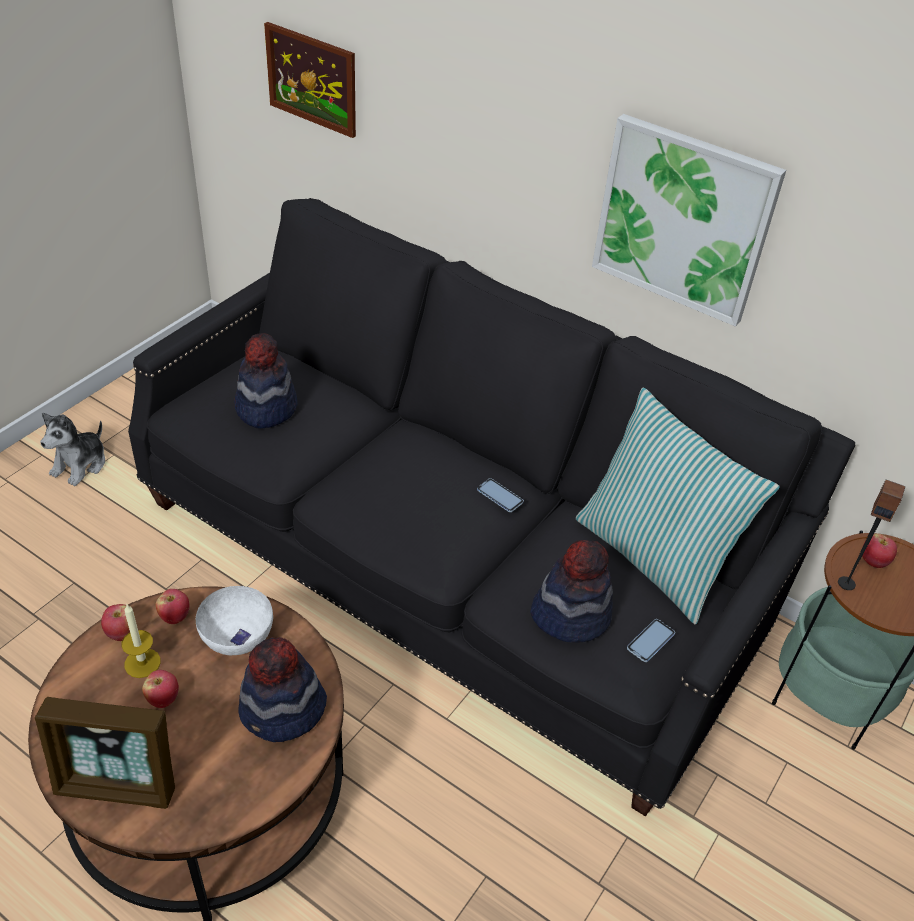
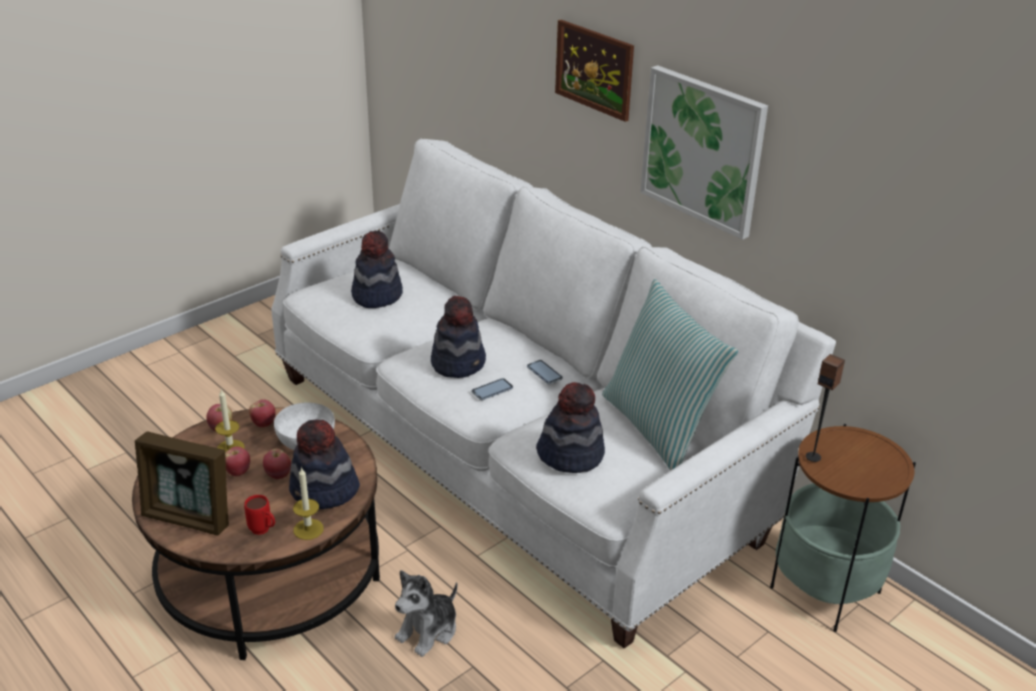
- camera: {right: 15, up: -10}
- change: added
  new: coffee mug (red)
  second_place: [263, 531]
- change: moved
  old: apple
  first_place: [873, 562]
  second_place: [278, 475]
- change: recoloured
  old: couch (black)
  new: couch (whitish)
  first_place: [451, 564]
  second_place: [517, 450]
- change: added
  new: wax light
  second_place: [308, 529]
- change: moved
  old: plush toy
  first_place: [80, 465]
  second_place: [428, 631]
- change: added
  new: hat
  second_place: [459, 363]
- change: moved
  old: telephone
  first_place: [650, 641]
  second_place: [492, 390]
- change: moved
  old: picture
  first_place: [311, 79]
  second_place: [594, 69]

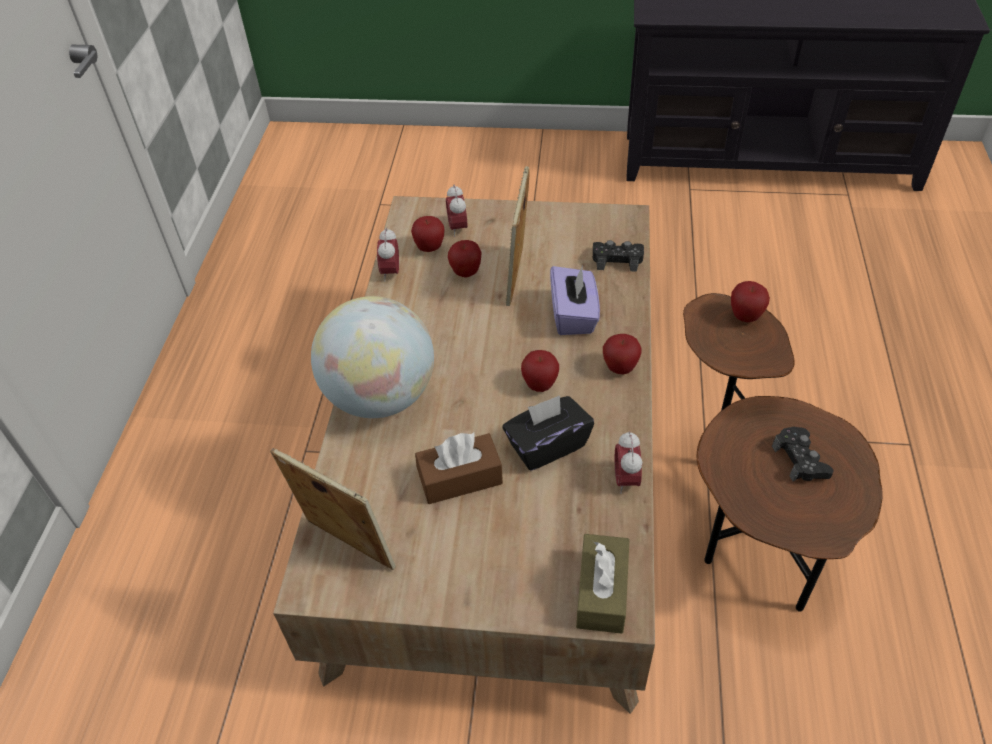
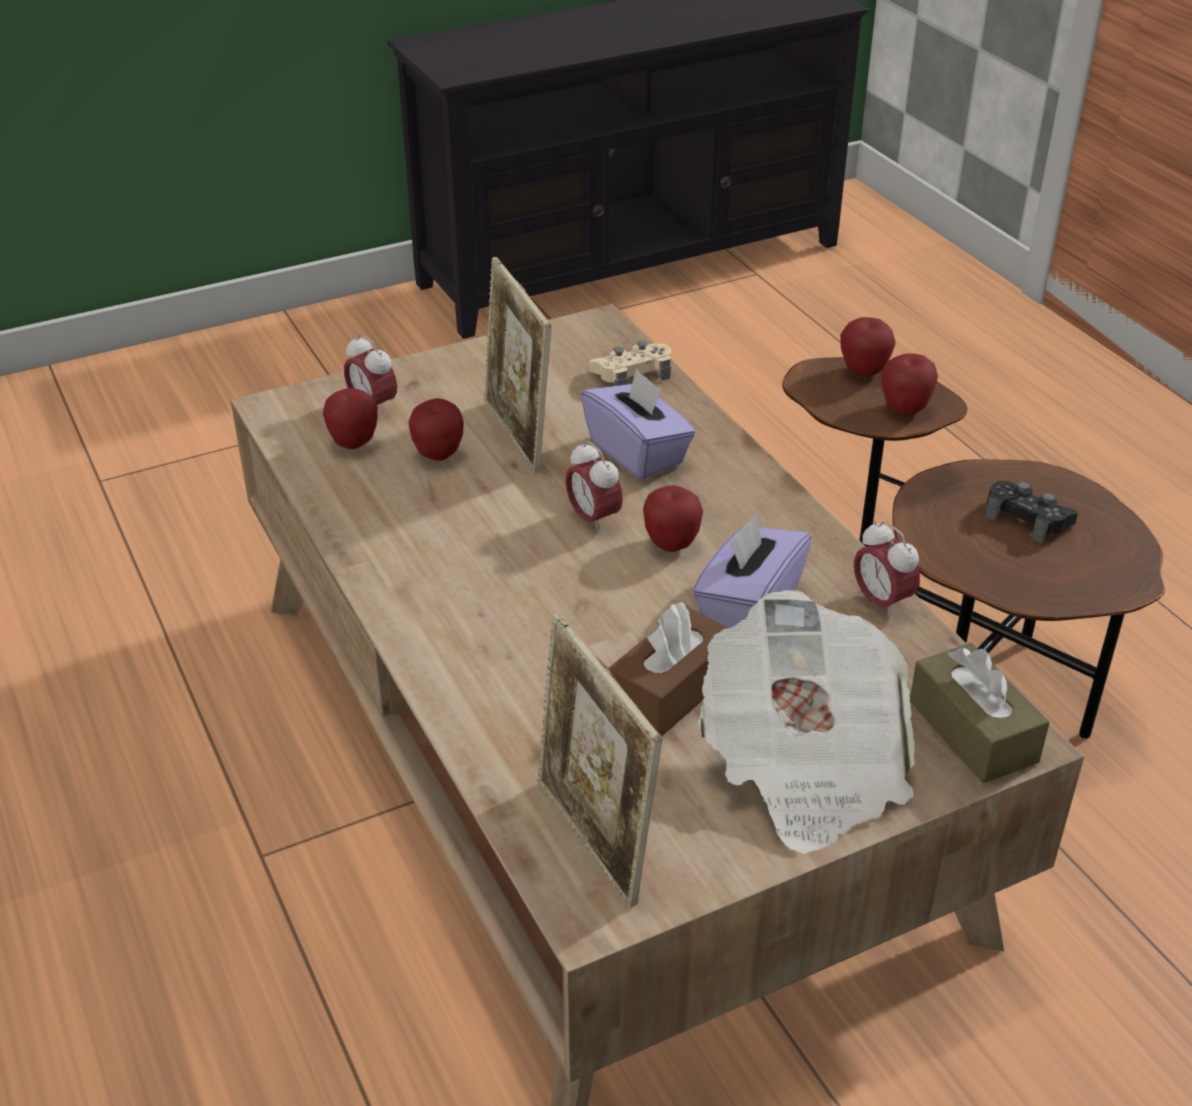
- camera: {right: -35, up: -10}
- change: turned
  old: photo frame
  first_place: [346, 546]
  second_place: [594, 839]
  degrees: -120
- change: moved
  old: alarm clock
  first_place: [391, 272]
  second_place: [593, 519]
- change: recoloured
  old: joypad (black)
  new: joypad (beige)
  first_place: [617, 259]
  second_place: [632, 374]
- change: recoloured
  old: tissue holder (black)
  new: tissue holder (purplish)
  first_place: [547, 445]
  second_place: [748, 606]
- change: added
  new: newspaper
  second_place: [804, 764]
- change: moved
  old: apple
  first_place: [620, 368]
  second_place: [904, 409]
- change: removed
  old: globe
  first_place: [381, 396]

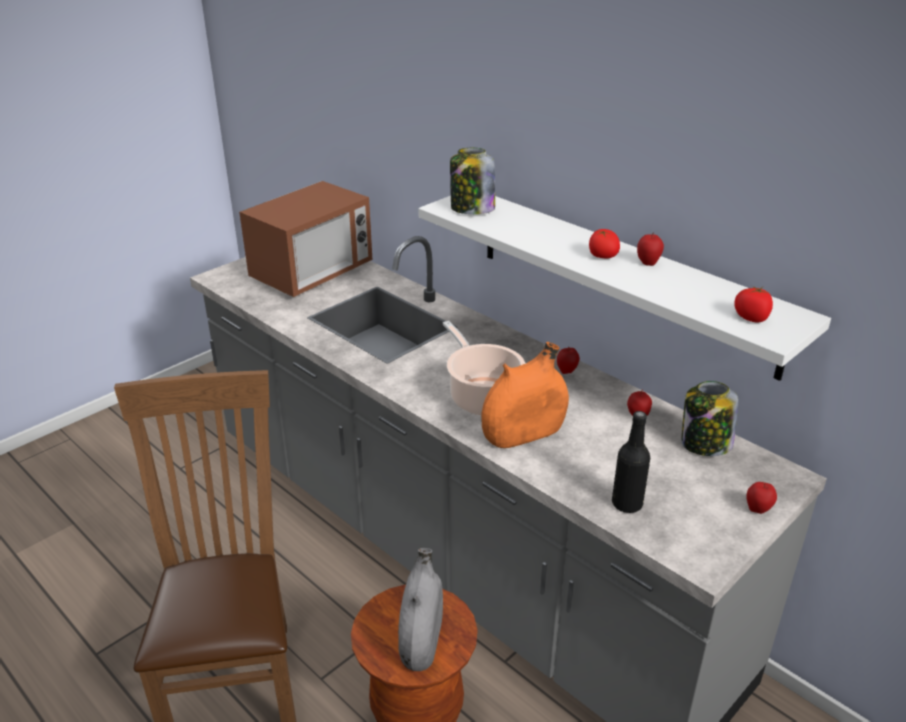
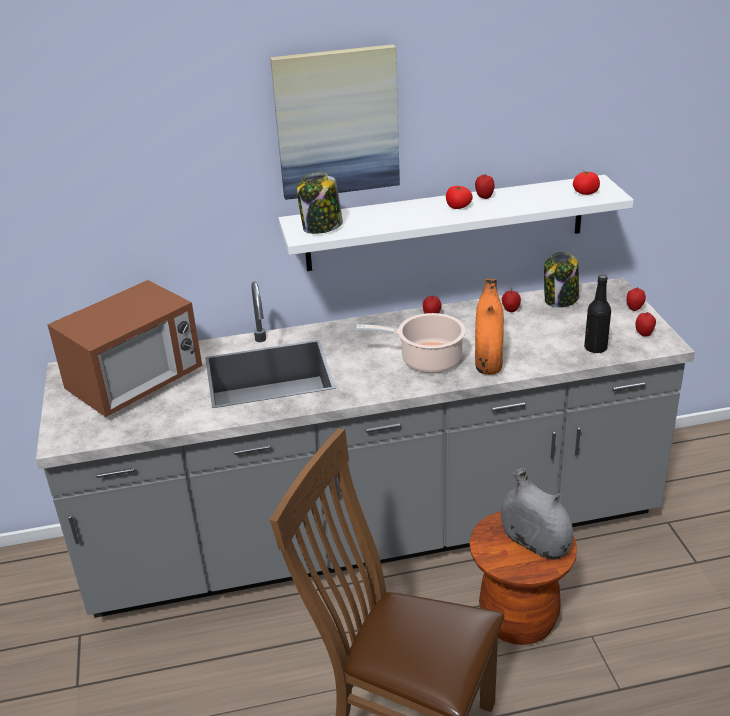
- camera: {right: -55, up: 0}
- change: turned
  old: microwave
  first_place: [312, 274]
  second_place: [136, 384]
  degrees: 60
- change: added
  new: picture
  second_place: [337, 122]
- change: added
  new: apple
  second_place: [644, 334]

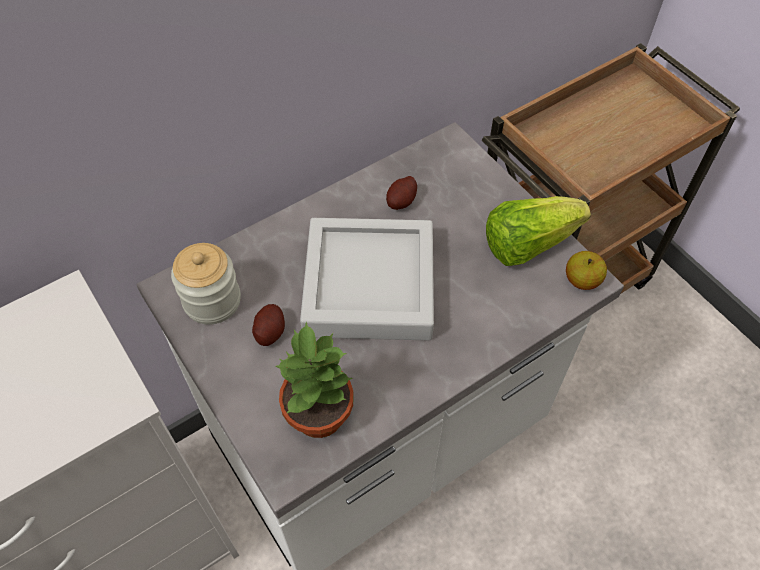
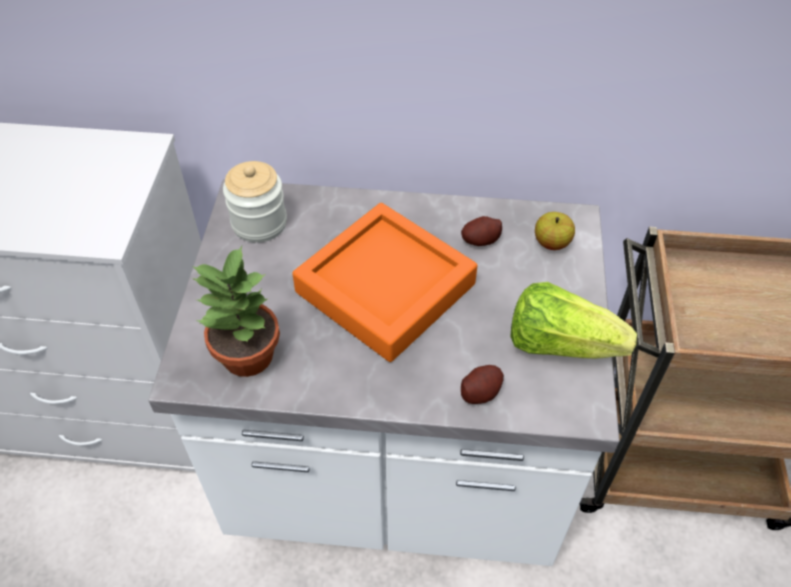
- camera: {right: 40, up: -5}
- change: recoloured
  old: tray (gray)
  new: tray (orangey)
  first_place: [369, 285]
  second_place: [385, 288]
- change: moved
  old: potato
  first_place: [270, 331]
  second_place: [480, 392]
- change: moved
  old: apple
  first_place: [582, 280]
  second_place: [551, 243]

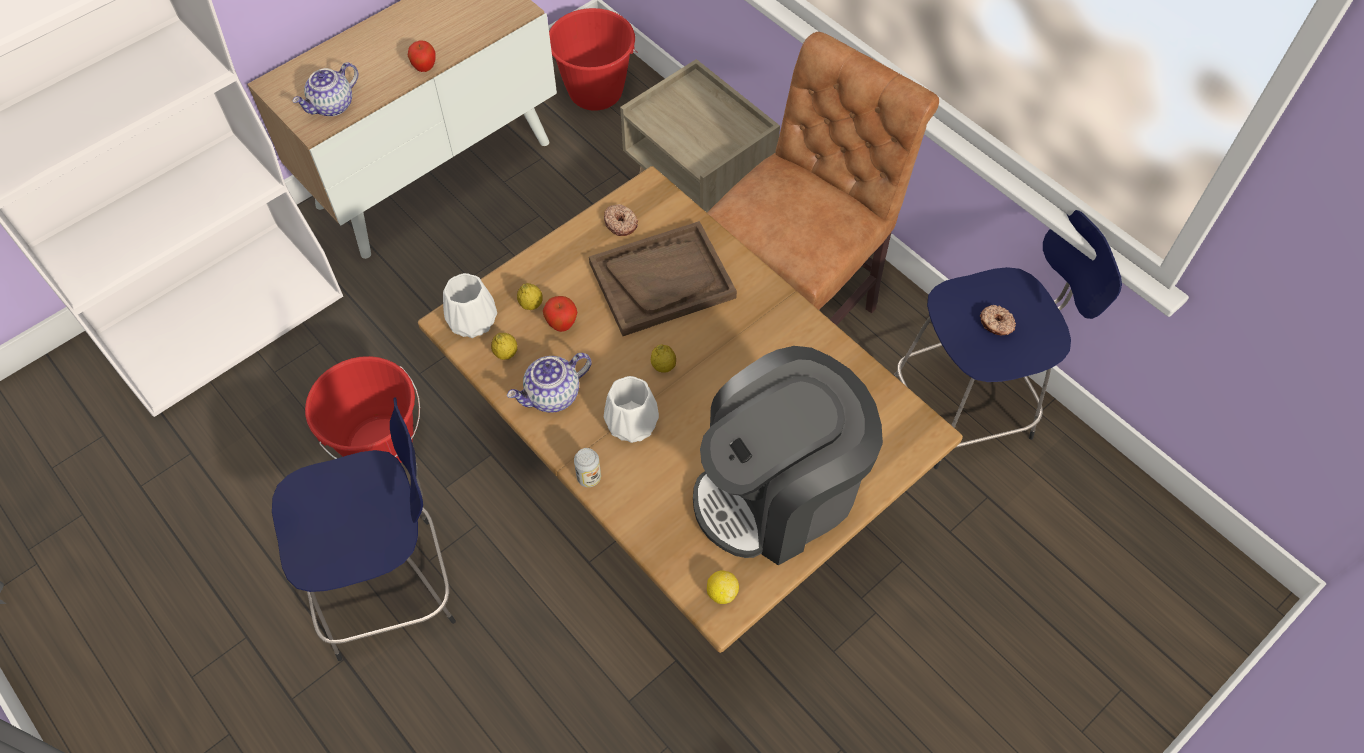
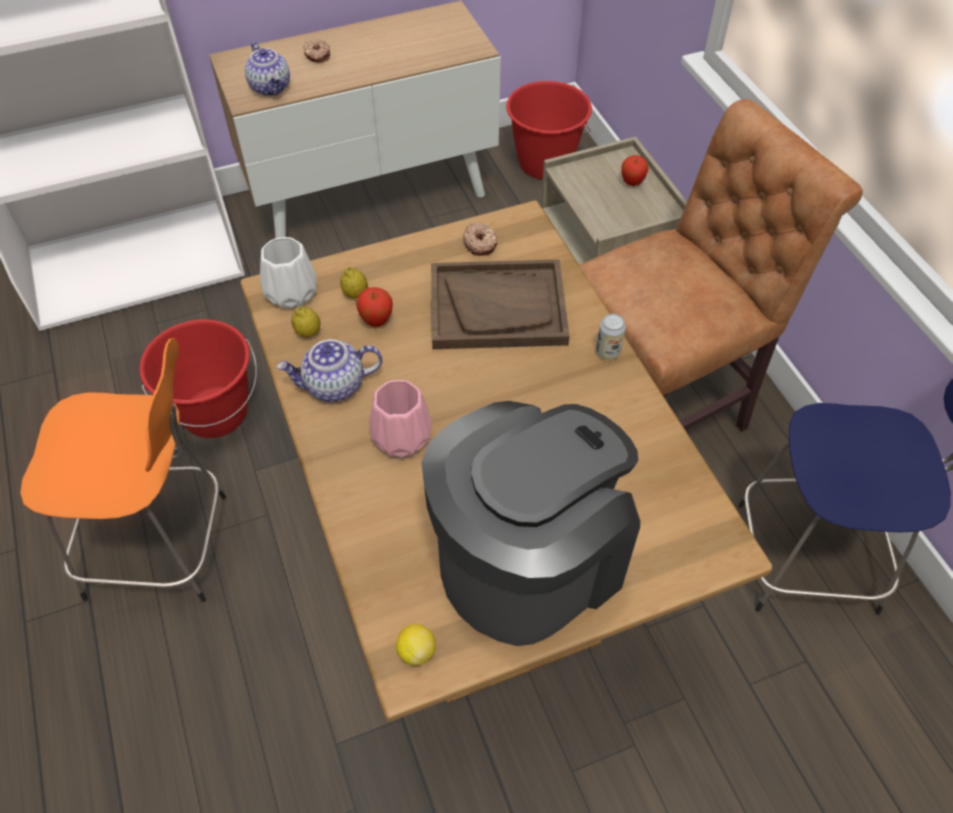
- camera: {right: 20, up: -5}
- change: recoloured
  old: stool seat (blue)
  new: stool seat (orangey)
  first_place: [391, 586]
  second_place: [163, 546]
- change: turned
  old: pot for tea
  first_place: [332, 106]
  second_place: [271, 87]
  degrees: -90
- change: moved
  old: doughnut
  first_place: [996, 324]
  second_place: [317, 55]
- change: recoloured
  old: vase (whitish)
  new: vase (pink-coloured)
  first_place: [633, 423]
  second_place: [403, 438]
- change: turned
  old: coffee maker
  first_place: [778, 492]
  second_place: [529, 560]
  degrees: 150
- change: moved
  old: metal can
  first_place: [589, 477]
  second_place: [608, 352]
- change: moved
  old: apple
  first_place: [425, 68]
  second_place: [632, 183]
- change: removed
  old: citrus fruit
  first_place: [663, 366]

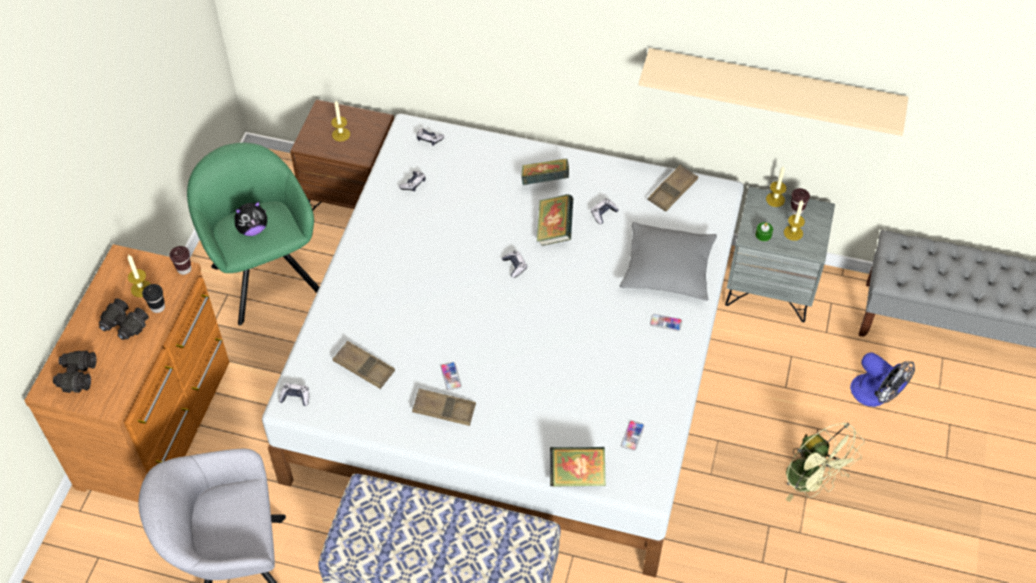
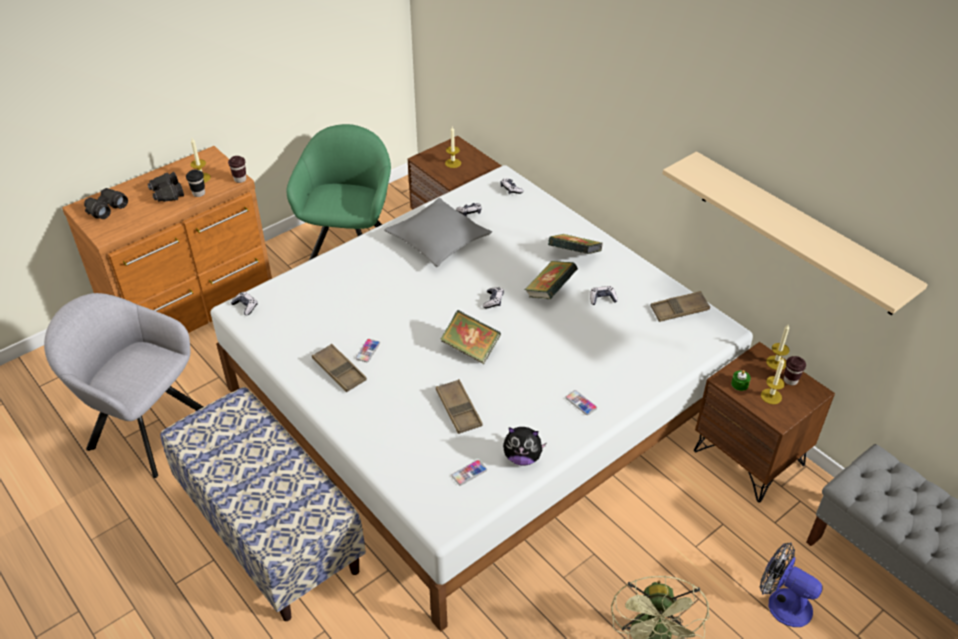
- camera: {right: 35, up: -10}
- change: moved
  old: throw pillow (gray)
  first_place: [667, 268]
  second_place: [438, 240]
- change: moved
  old: tray (brown-coloured)
  first_place: [364, 367]
  second_place: [458, 409]
- change: moved
  old: book
  first_place: [577, 476]
  second_place: [470, 349]
- change: moved
  old: plush toy
  first_place: [252, 229]
  second_place: [522, 457]
- change: recoloured
  old: nightstand (gray)
  new: nightstand (brown-coloured)
  first_place: [770, 286]
  second_place: [749, 457]
- change: turned
  old: cooling fan
  first_place: [875, 395]
  second_place: [782, 603]
  degrees: 135

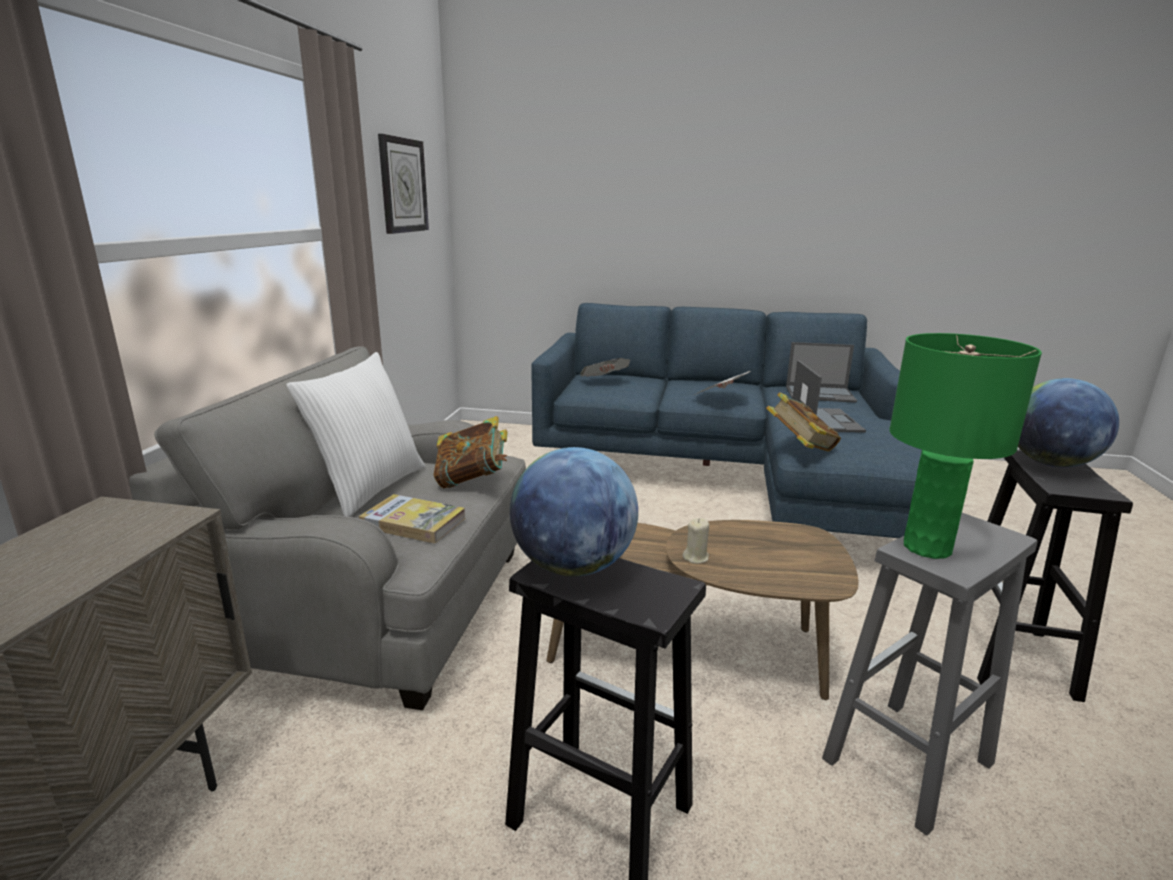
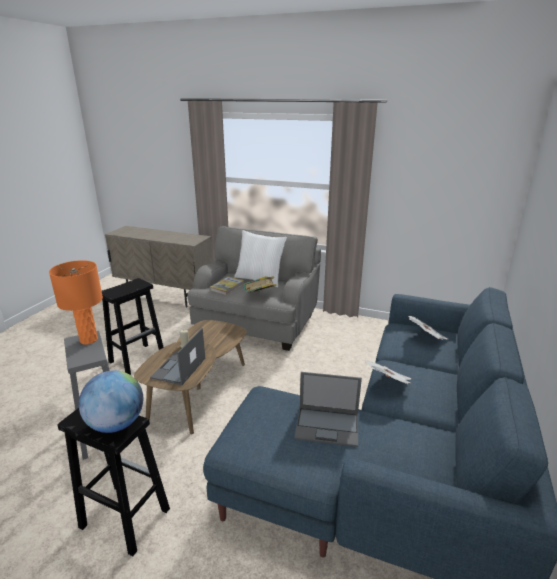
- camera: {right: 100, up: 5}
- change: recoloured
  old: table lamp (greenish)
  new: table lamp (orangey)
  first_place: [928, 548]
  second_place: [88, 340]
- change: moved
  old: portable computer
  first_place: [820, 394]
  second_place: [178, 368]
- change: removed
  old: clock on the wall
  first_place: [402, 185]
- change: removed
  old: globe
  first_place: [573, 567]
- change: removed
  old: book
  first_place: [800, 448]

